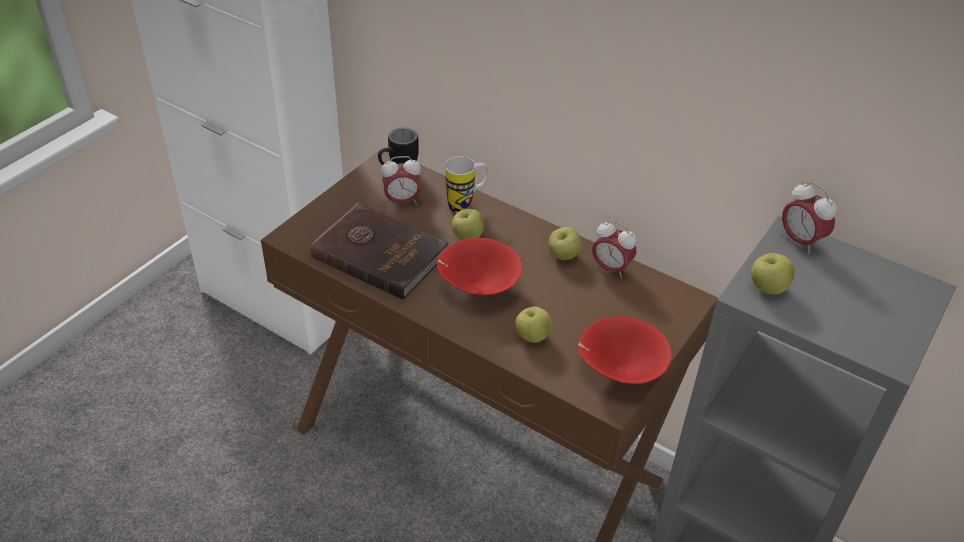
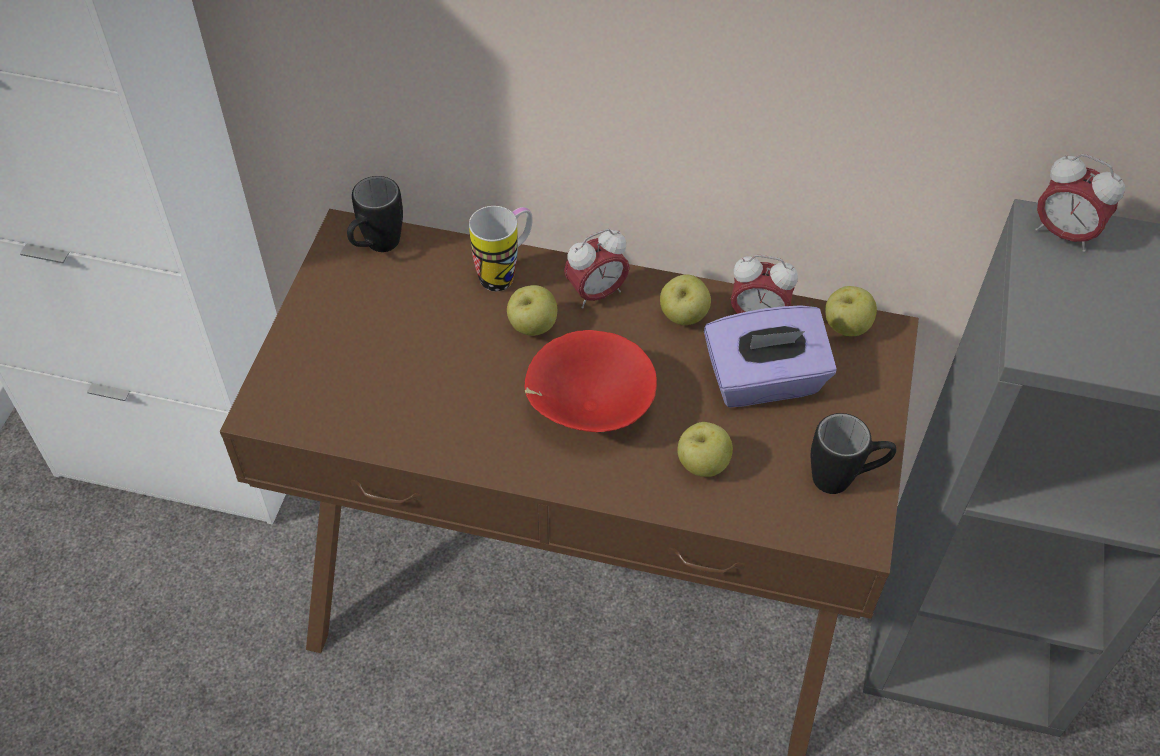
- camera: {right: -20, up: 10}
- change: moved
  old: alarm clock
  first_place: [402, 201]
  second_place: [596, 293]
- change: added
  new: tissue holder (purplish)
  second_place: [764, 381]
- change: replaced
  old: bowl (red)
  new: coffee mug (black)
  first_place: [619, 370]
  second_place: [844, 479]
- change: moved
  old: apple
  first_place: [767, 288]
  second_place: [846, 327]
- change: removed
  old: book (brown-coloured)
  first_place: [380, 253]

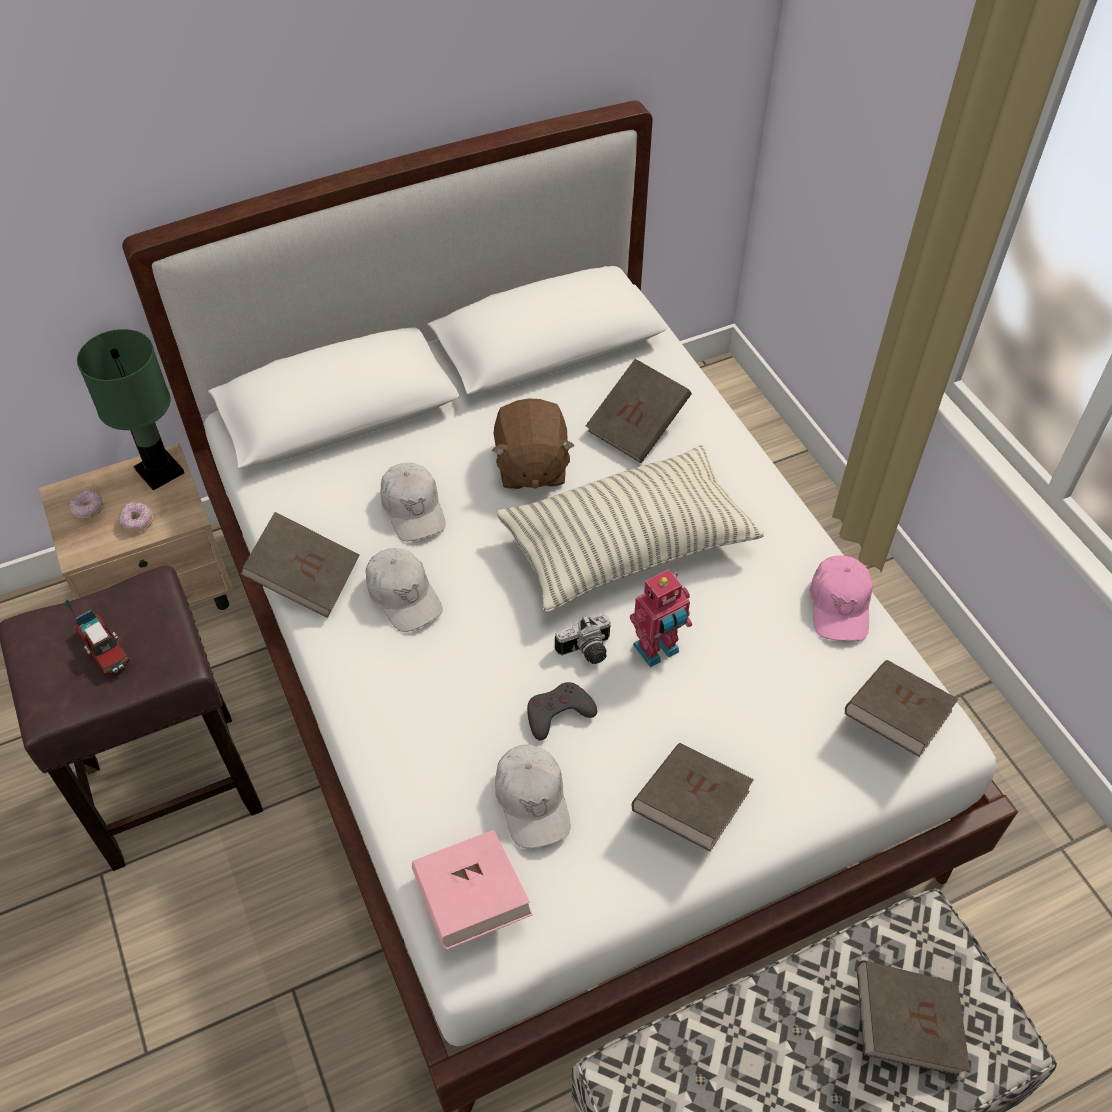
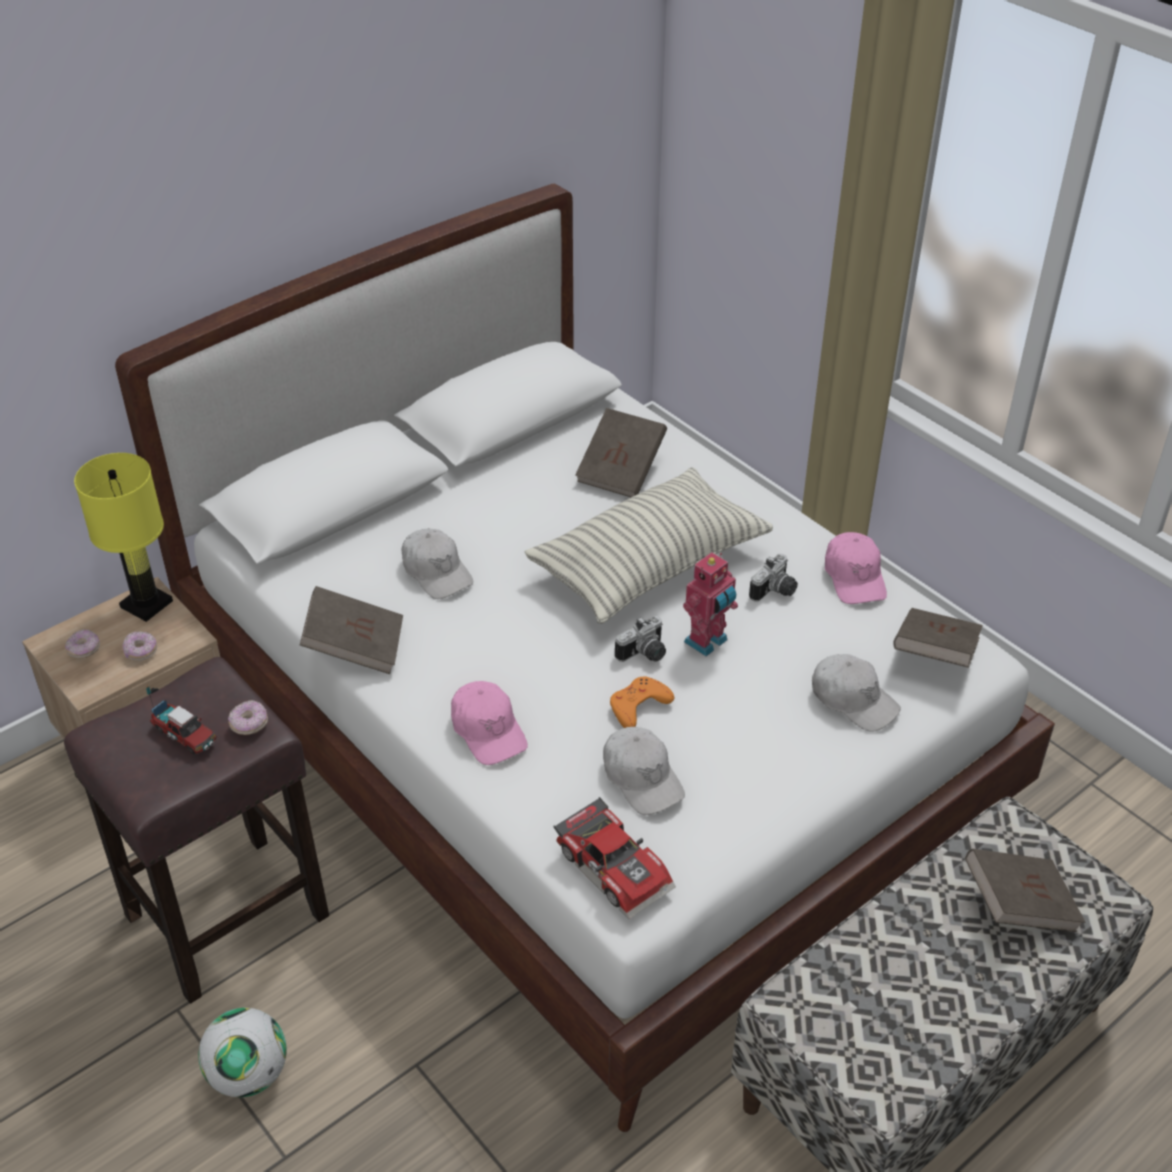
- camera: {right: -15, up: -10}
- change: recoloured
  old: table lamp (greenish)
  new: table lamp (yellowish)
  first_place: [159, 471]
  second_place: [145, 604]
- change: added
  new: football
  second_place: [249, 1074]
- change: added
  new: doughnut
  second_place: [249, 724]
- change: added
  new: baseball cap (pink-coloured)
  second_place: [488, 730]
- change: replaced
  old: book (pink-coloured)
  new: model car
  first_place: [471, 900]
  second_place: [616, 866]
- change: recoloured
  old: joypad (gray)
  new: joypad (orangey)
  first_place: [558, 713]
  second_place: [638, 706]
- change: added
  new: photo camera
  second_place: [775, 591]
- change: moved
  old: baseball cap (whitish)
  first_place: [403, 595]
  second_place: [853, 700]
- change: removed
  old: plush toy (brown-coloured)
  first_place: [531, 466]
- change: removed
  old: book (brown-coloured)
  first_place: [690, 807]

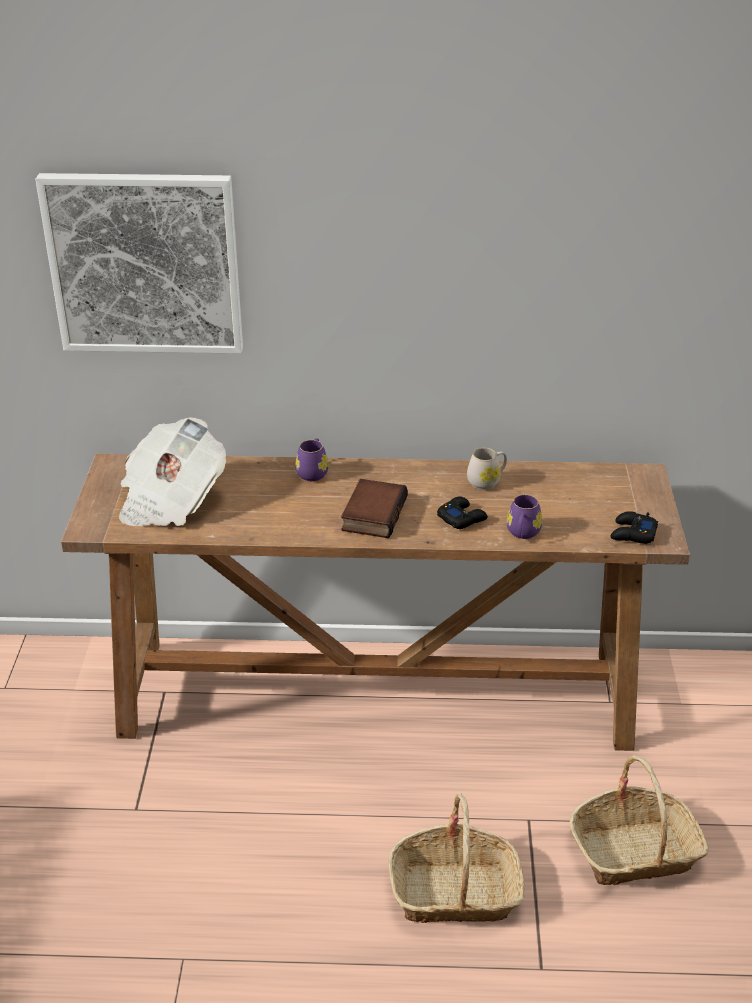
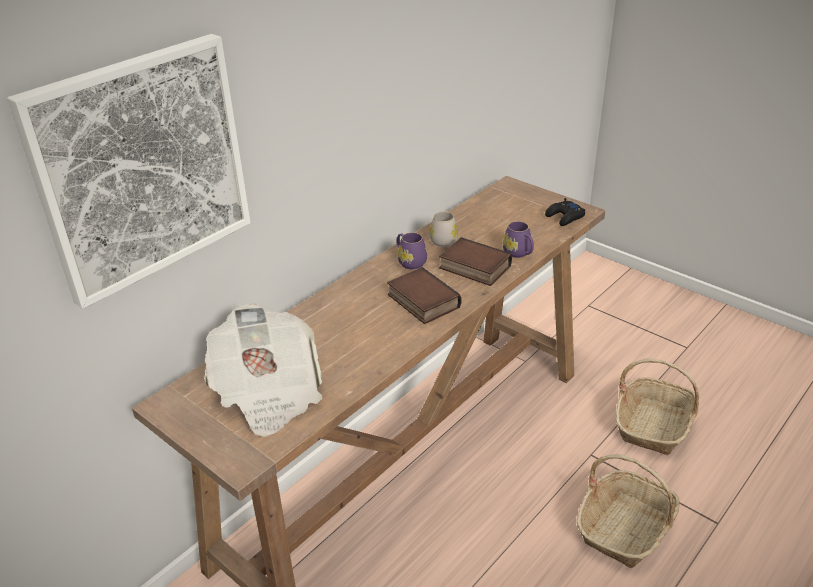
- camera: {right: -50, up: 0}
- change: moved
  old: coffee mug (purplish)
  first_place: [313, 472]
  second_place: [410, 261]
- change: replaced
  old: joypad (black)
  new: book
  first_place: [461, 518]
  second_place: [473, 267]

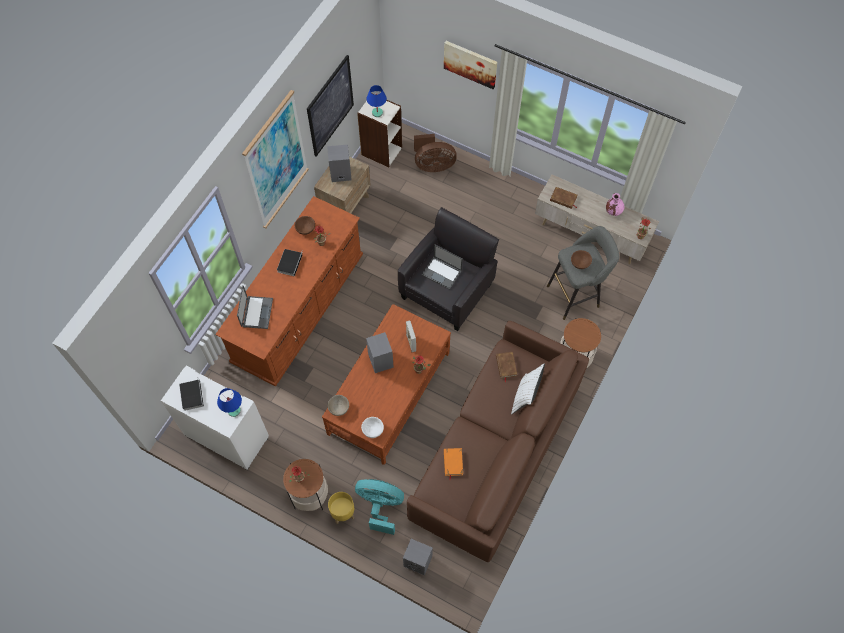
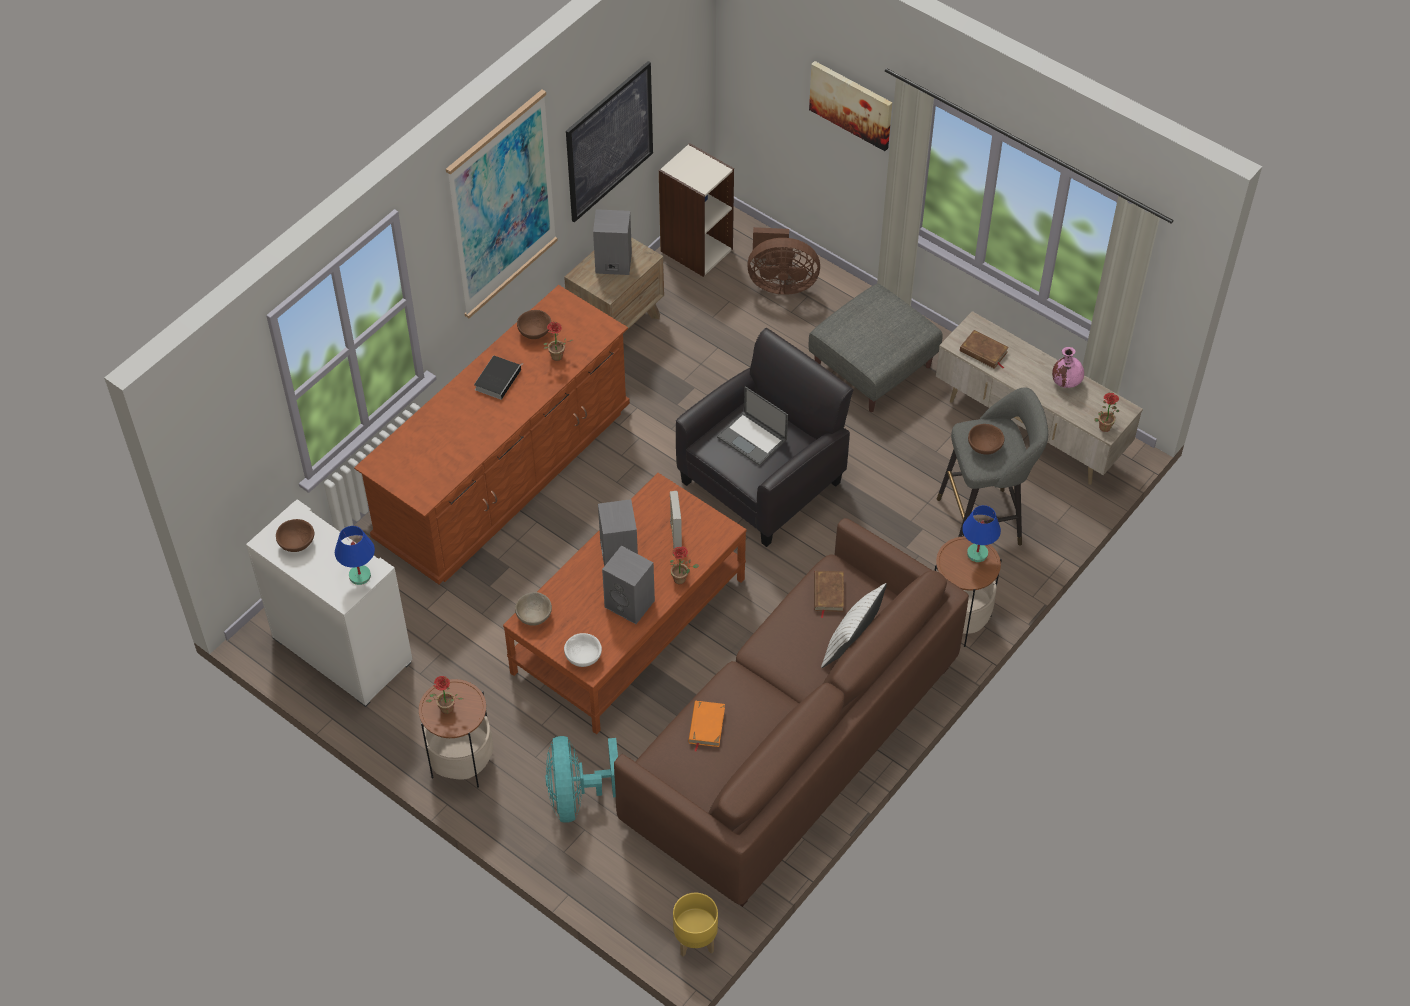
- camera: {right: 10, up: -10}
- change: replaced
  old: book
  new: bowl (brown-coloured)
  first_place: [191, 395]
  second_place: [296, 543]
- change: turned
  old: cooling fan (turquoise-coloured)
  first_place: [380, 506]
  second_place: [577, 796]
  degrees: -120
- change: moved
  old: audio speaker (gray)
  first_place: [418, 561]
  second_place: [631, 603]
- change: moved
  old: plant pot (yellowish)
  first_place: [343, 513]
  second_place: [695, 940]
- change: added
  new: pouffe (gray)
  second_place: [872, 366]
- change: moved
  old: table lamp (blue)
  first_place: [377, 113]
  second_place: [977, 554]
- change: removed
  old: portable computer
  first_place: [257, 312]

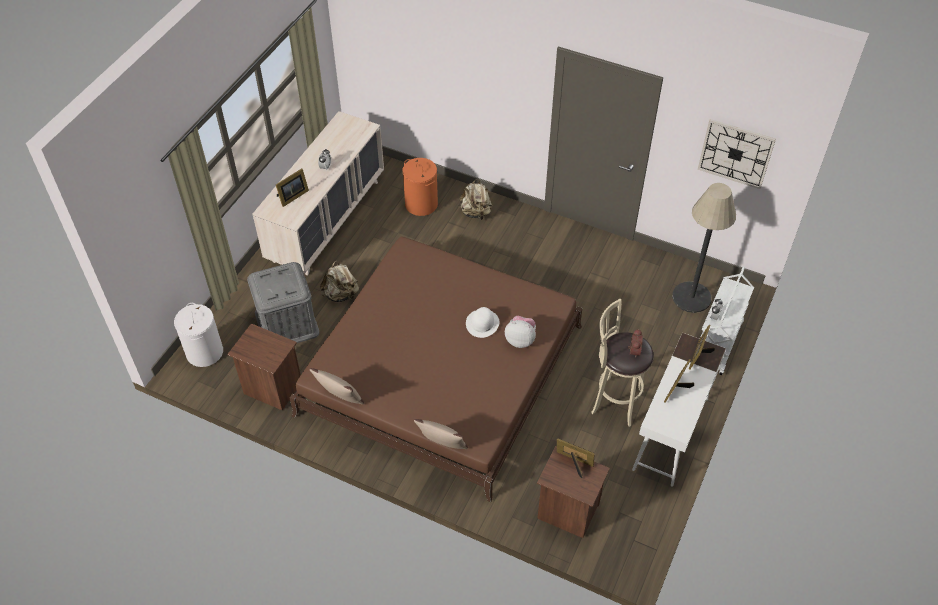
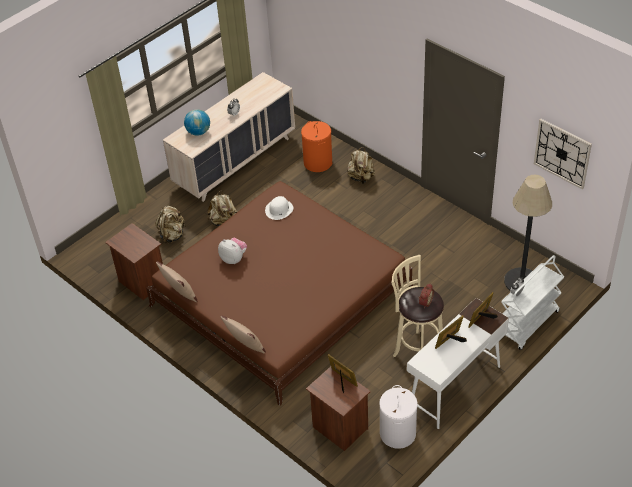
- camera: {right: 20, up: -5}
- change: replaced
  old: storage bin (gray)
  new: knapsack (beige)
  first_place: [287, 323]
  second_place: [172, 235]
- change: replaced
  old: photo frame
  new: globe
  first_place: [292, 197]
  second_place: [198, 132]
- change: moved
  old: plush toy
  first_place: [520, 339]
  second_place: [234, 258]
- change: moved
  old: hat (whitish)
  first_place: [482, 323]
  second_place: [279, 209]
- change: moved
  old: laundry basket (whitish)
  first_place: [204, 352]
  second_place: [397, 433]

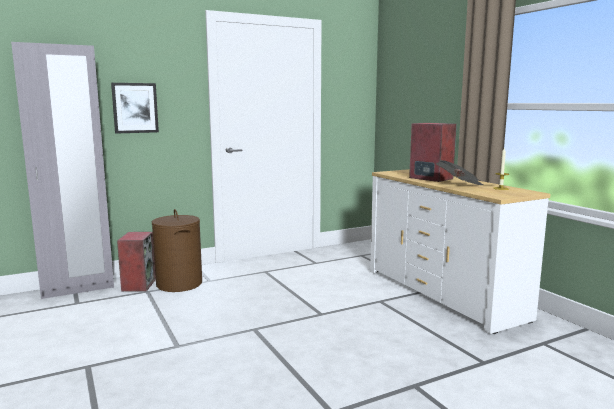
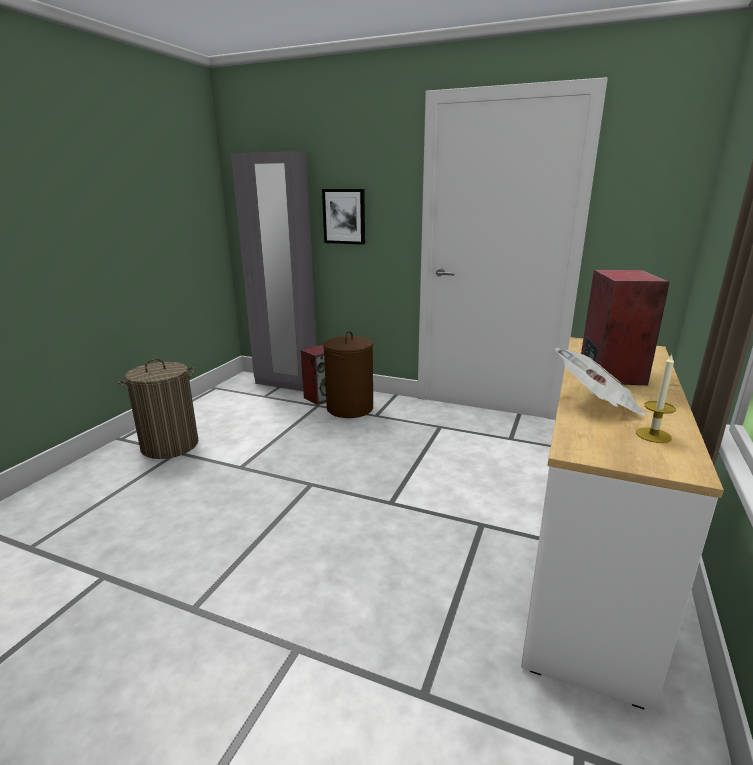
- camera: {right: 50, up: 10}
- change: added
  new: laundry basket
  second_place: [170, 445]

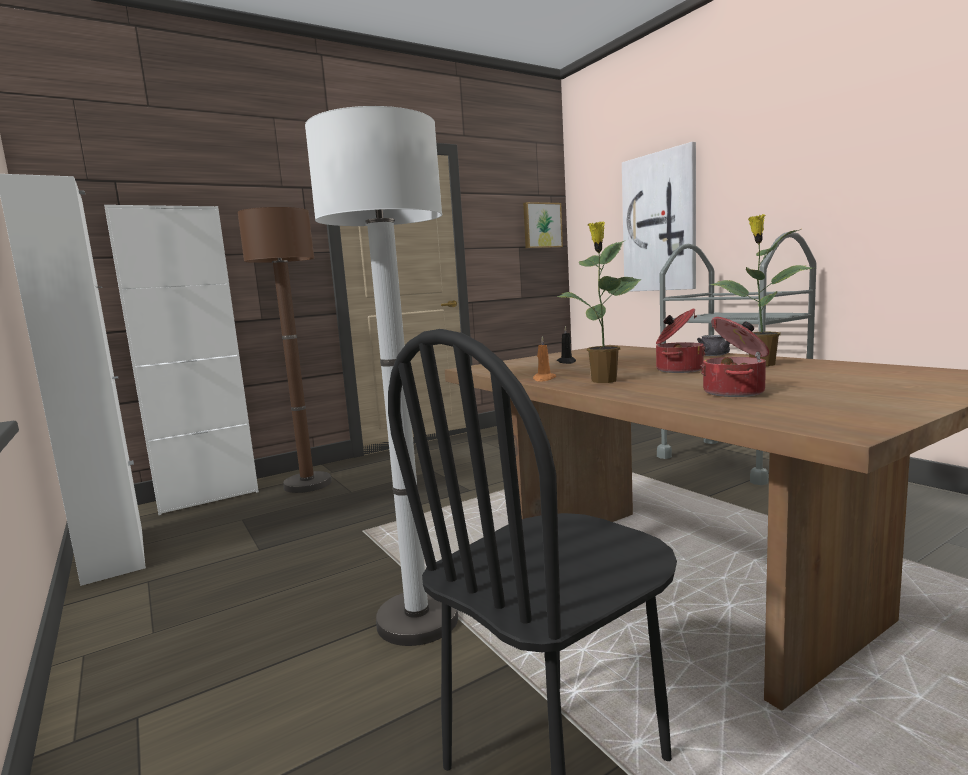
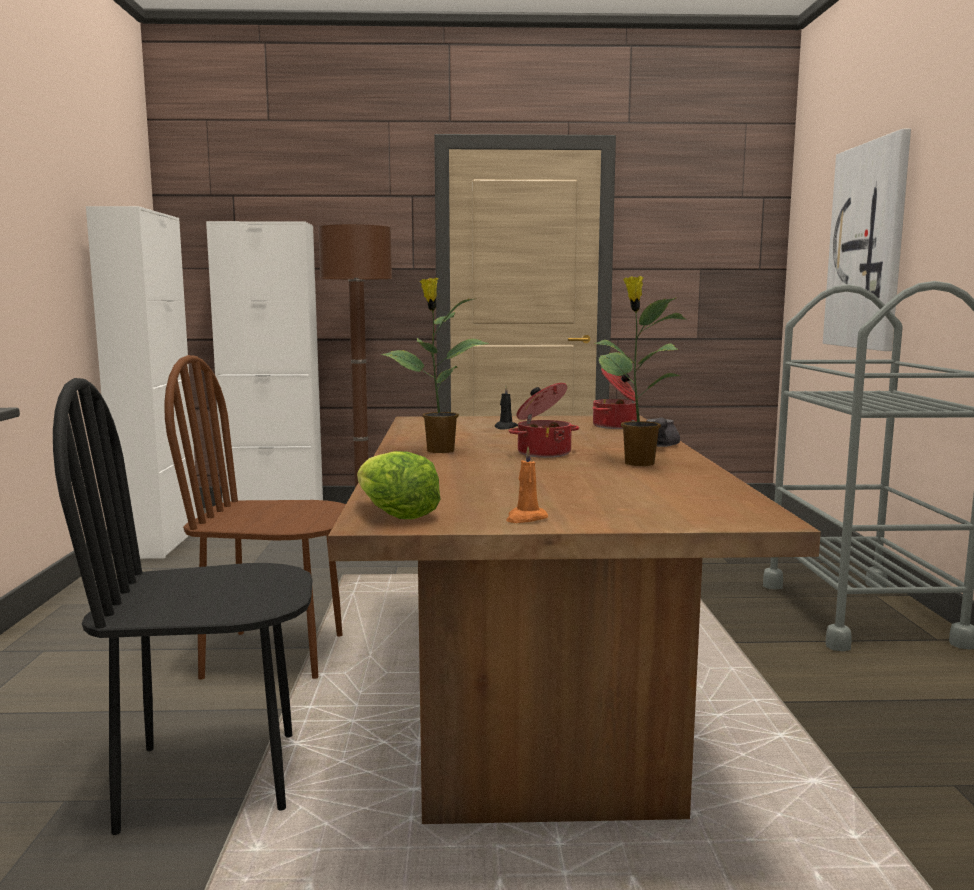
- camera: {right: 30, up: 0}
- change: replaced
  old: standard lamp (whitish)
  new: upright chair (brown-coloured)
  first_place: [417, 620]
  second_place: [275, 655]
- change: added
  new: head of lettuce
  second_place: [393, 514]
- change: moved
  old: wax light (orangey)
  first_place: [544, 379]
  second_place: [525, 518]
- change: moved
  old: stockpot
  first_place: [735, 392]
  second_place: [616, 426]
- change: removed
  old: picture
  first_place: [541, 225]

